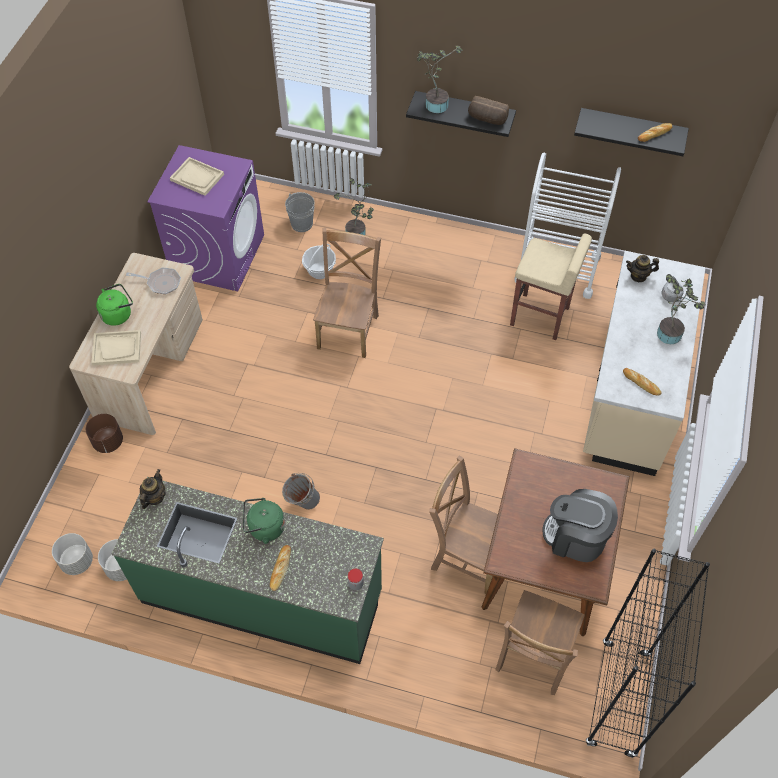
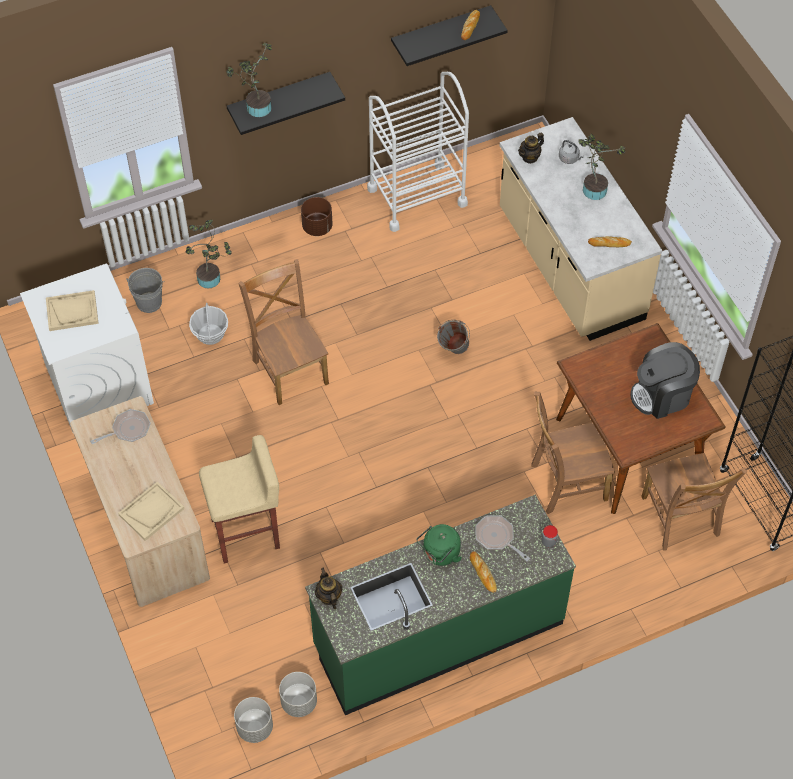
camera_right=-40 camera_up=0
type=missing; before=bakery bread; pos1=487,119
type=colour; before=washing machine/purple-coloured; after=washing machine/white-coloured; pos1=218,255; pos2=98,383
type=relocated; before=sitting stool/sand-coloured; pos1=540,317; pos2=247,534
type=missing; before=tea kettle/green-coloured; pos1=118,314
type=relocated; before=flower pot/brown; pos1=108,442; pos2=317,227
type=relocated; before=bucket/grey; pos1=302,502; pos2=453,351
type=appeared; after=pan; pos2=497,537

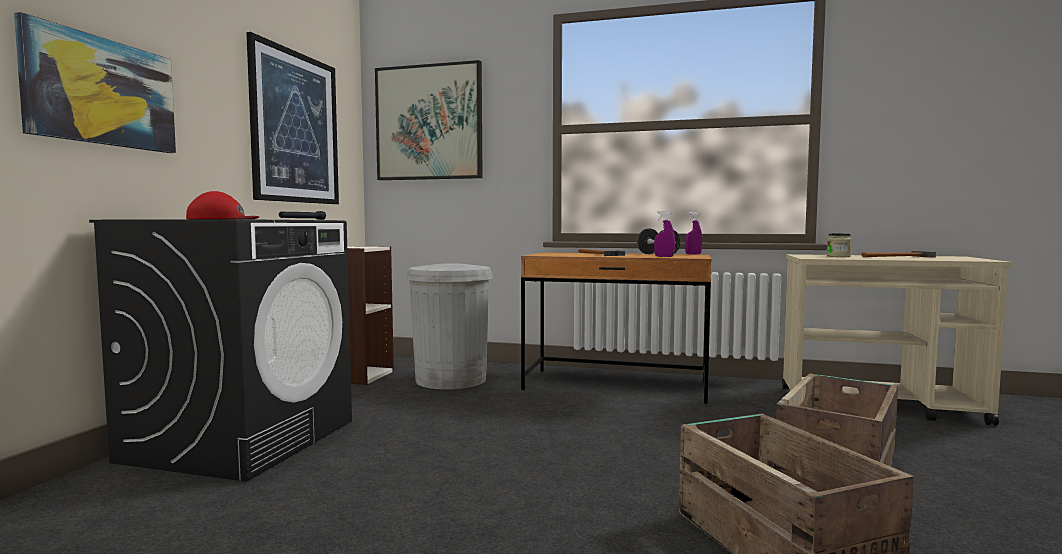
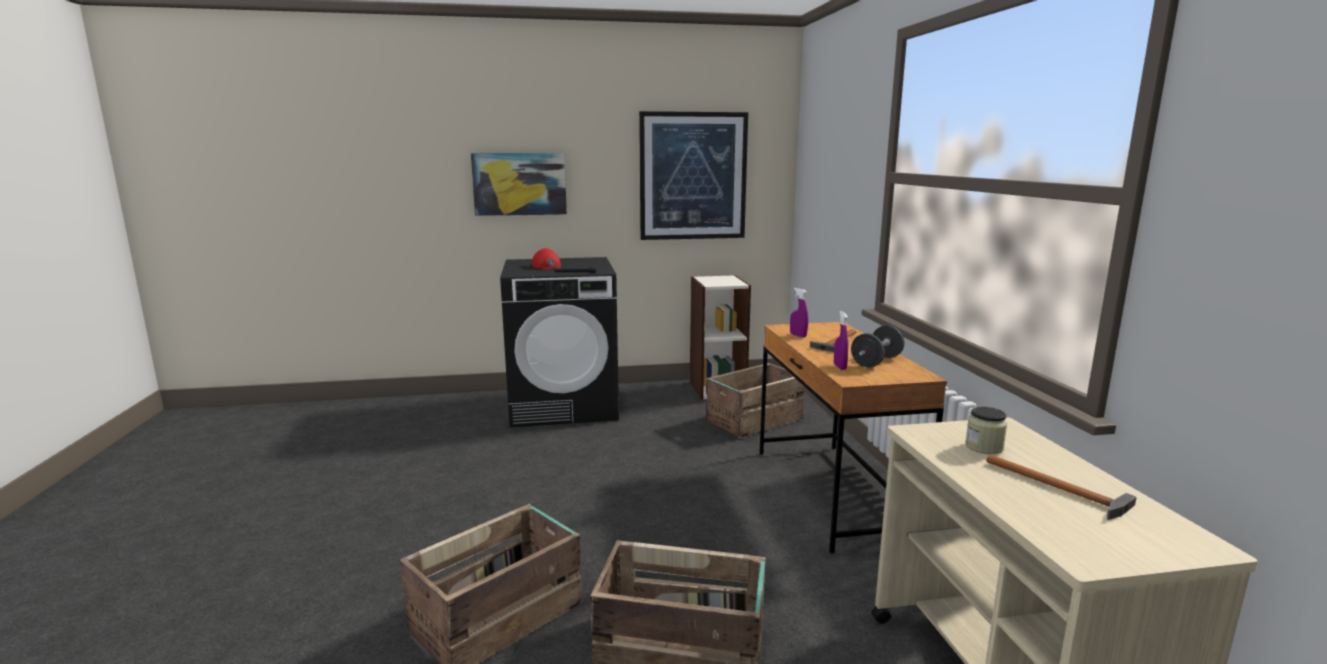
camera_right=65 camera_up=10
type=missing; before=picture; pos1=429,123
type=relocated; before=spray bottle/purple-coloured; pos1=693,254; pos2=798,335
type=exchanged; before=rubbish bin/white-coloured; after=crate; pos1=451,379; pos2=752,421

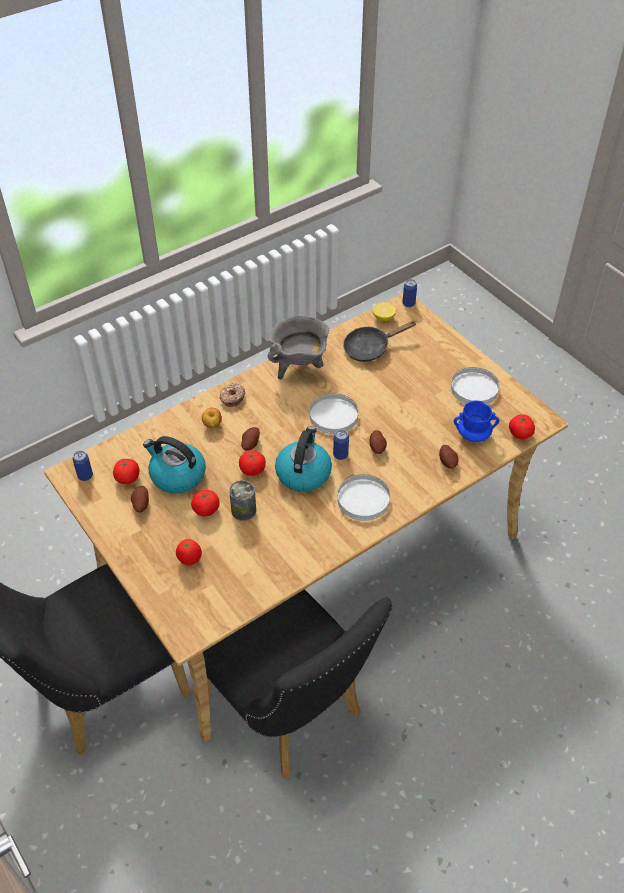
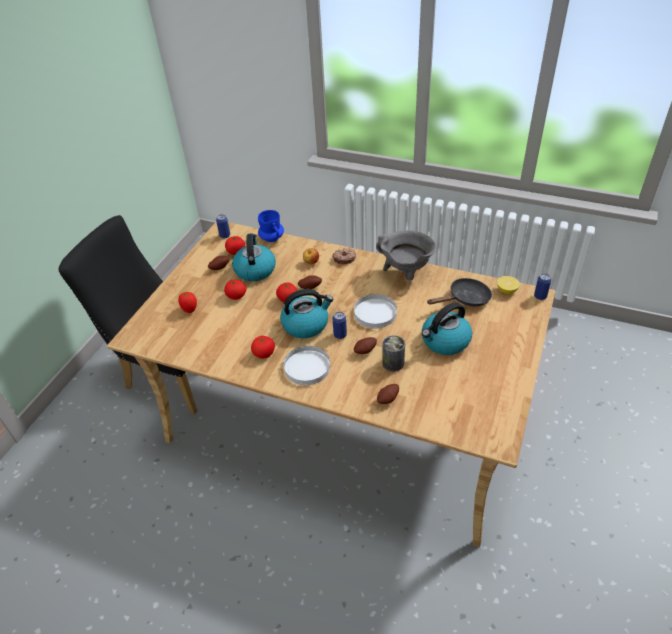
camera_right=60 camera_up=-5
type=spun; before=pan/black-coloured; pos1=370,348; pos2=465,299; turn=120
type=missing; before=flat dish/white-coloured; pos1=474,388
type=relocated; before=tea mug/bluish; pos1=473,435; pos2=272,238
type=relocated; before=tomato; pos1=520,434; pos2=264,353
type=relocated; before=metal can; pos1=243,510; pos2=393,363
type=missing; before=plain chair/black-coloured; pos1=290,712
type=appeared; after=tea kettle; pos2=445,341

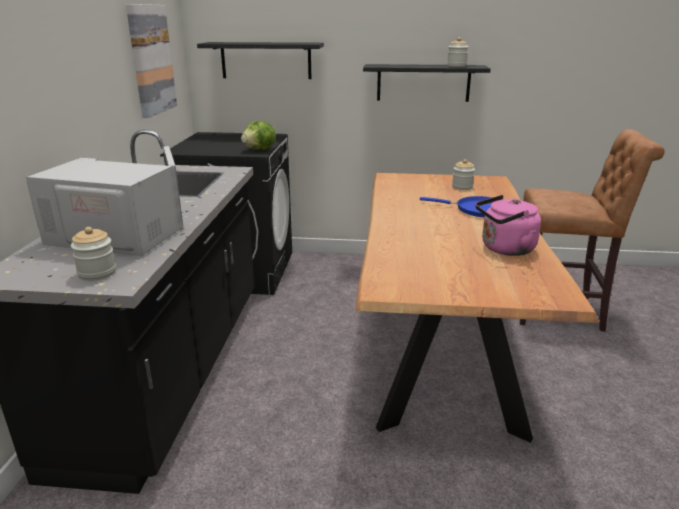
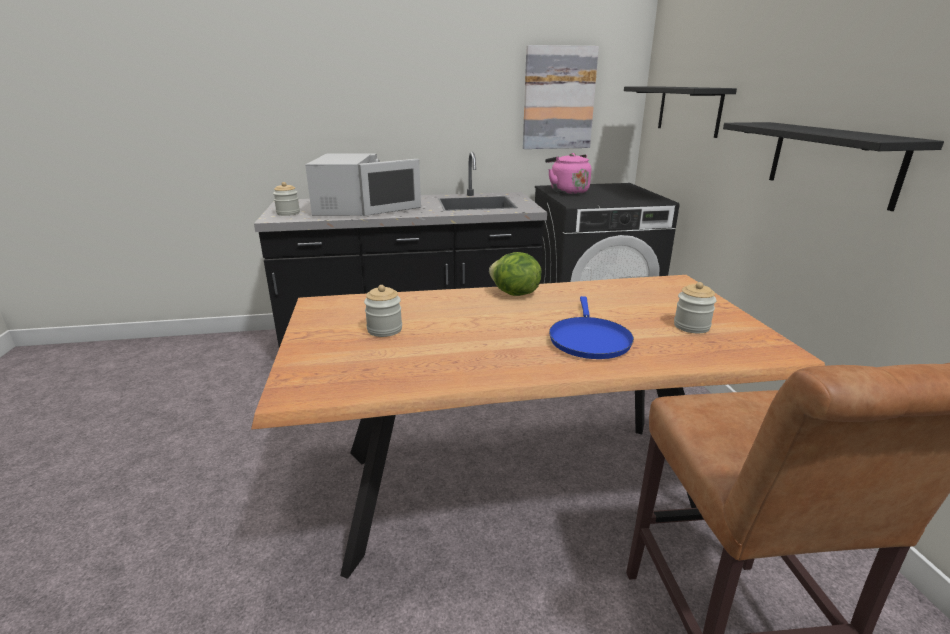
camera_right=75 camera_up=0
type=relocated; before=jar; pos1=456,66; pos2=384,329
type=relocated; before=lettuce head; pos1=260,150; pos2=514,294
type=relocated; before=tea kettle/pink; pos1=504,249; pos2=567,191

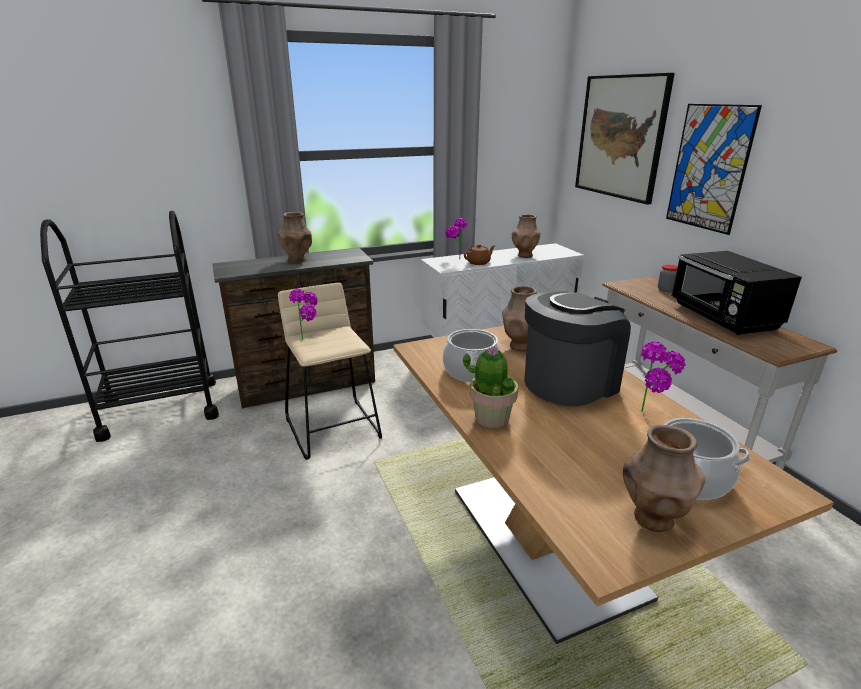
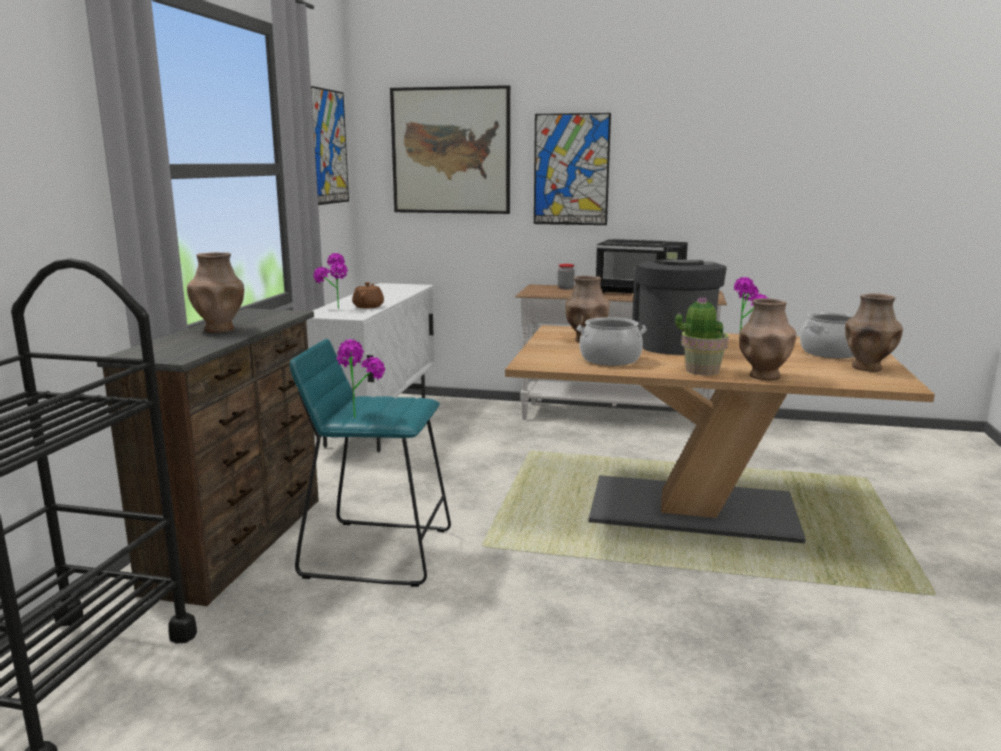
camera_right=-55 camera_up=-10
type=relocated; before=vase/brown; pos1=524,255; pos2=763,376
type=colour; before=sitting stool/sand-coloured; after=sitting stool/blue-green; pos1=334,428; pos2=377,552
type=appeared; after=picture; pos2=328,147

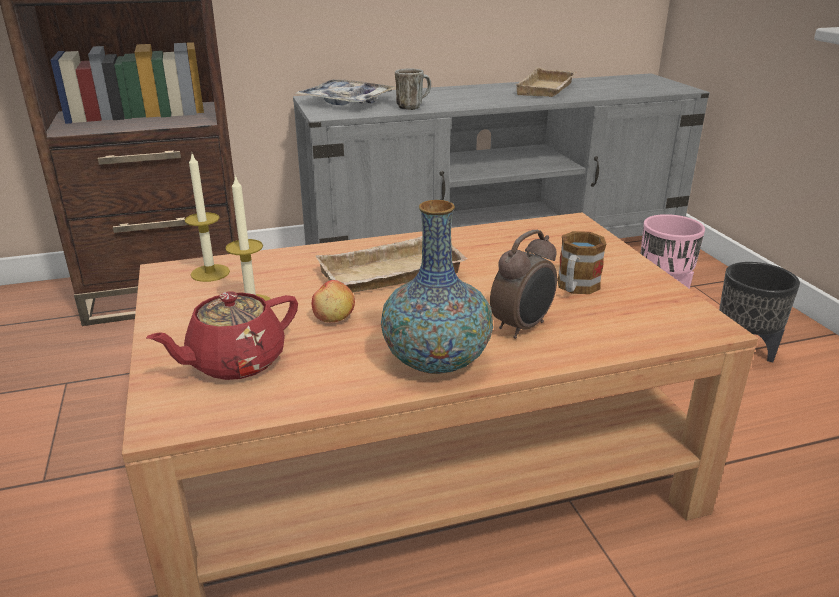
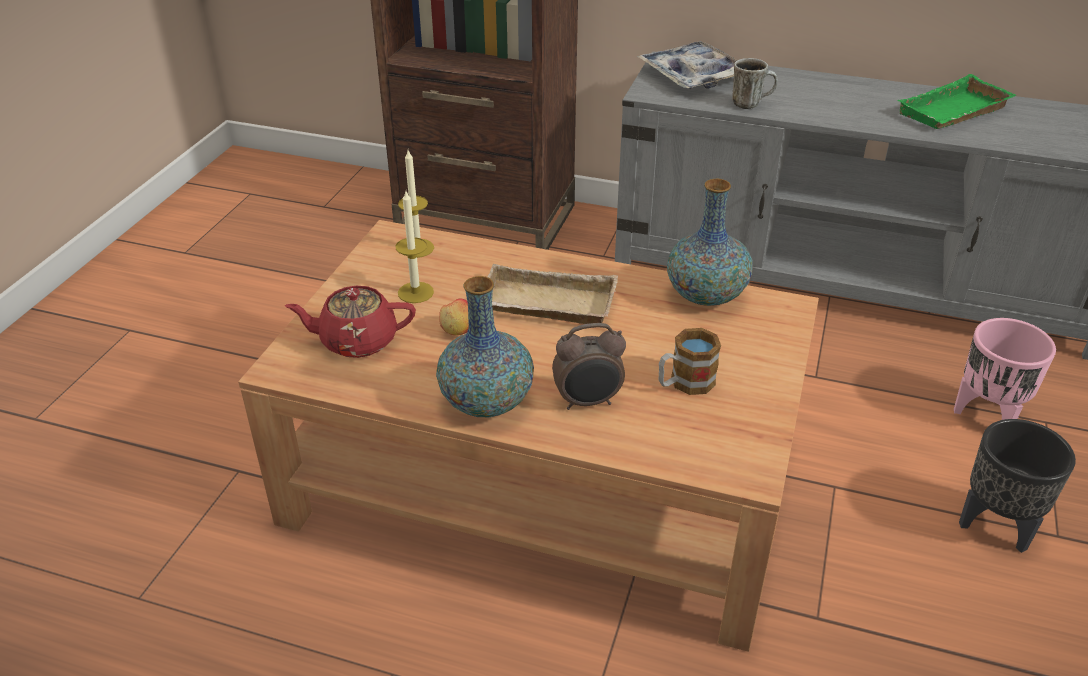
camera_right=35 camera_up=10
type=colour; before=serving tray/sand-coloured; after=serving tray/green-coloured; pos1=548,90; pos2=954,113
type=appeared; after=vase; pos2=706,295

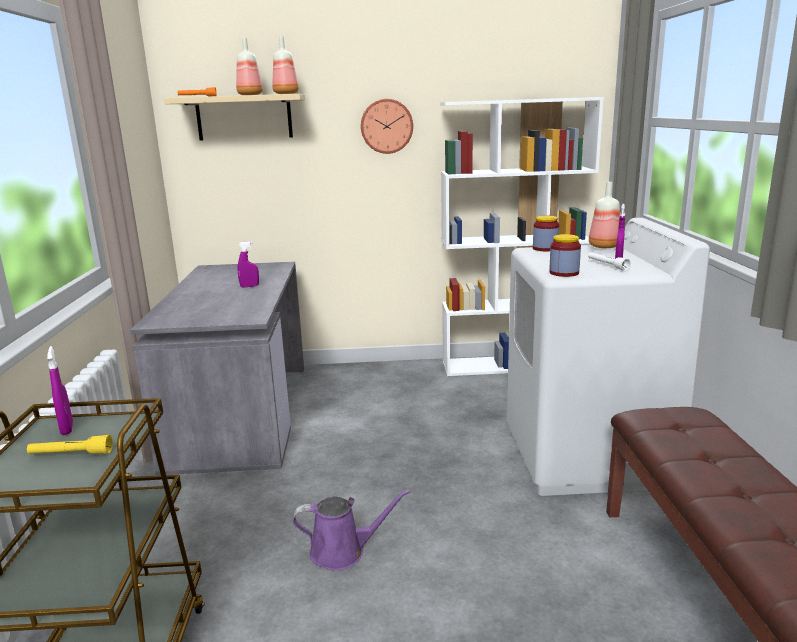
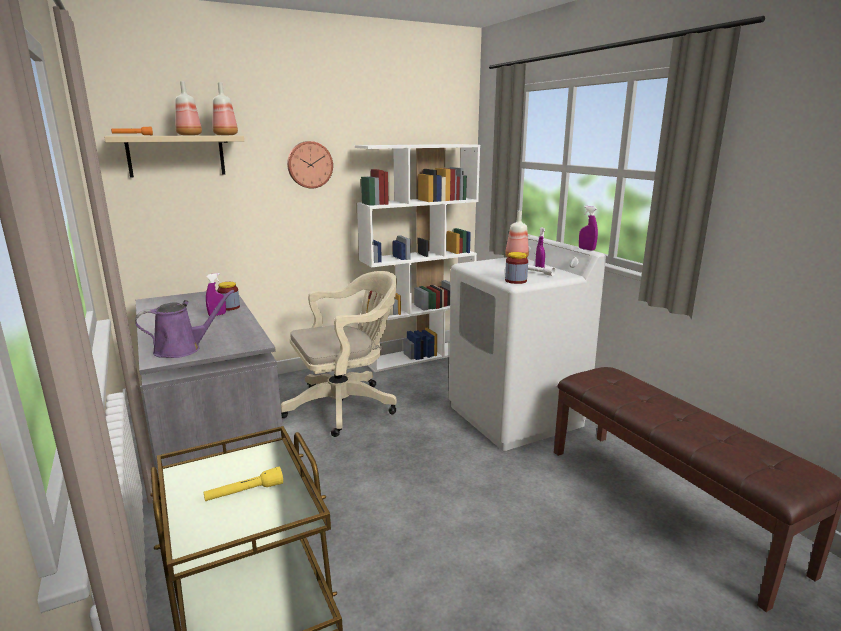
camera_right=-25 camera_up=0
type=relocated; before=jar; pos1=545,248; pos2=229,307
type=relocated; before=spray bottle/purple-coloured; pos1=67,428; pos2=586,249
type=relocated; before=watering pot/purple-coloured; pos1=343,552; pos2=182,349
type=appeared; after=office chair/sand-coloured; pos2=346,406

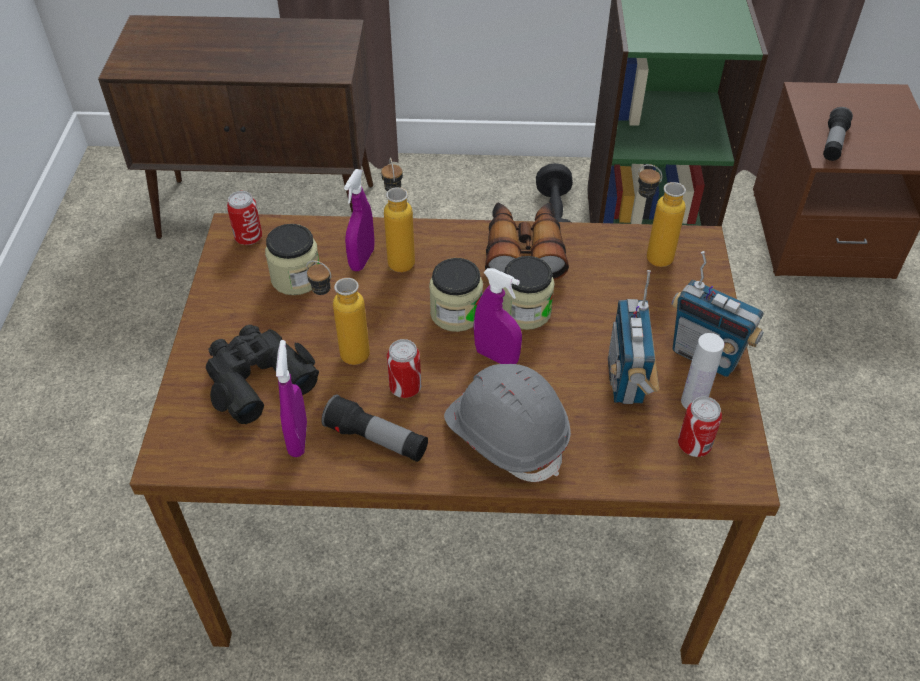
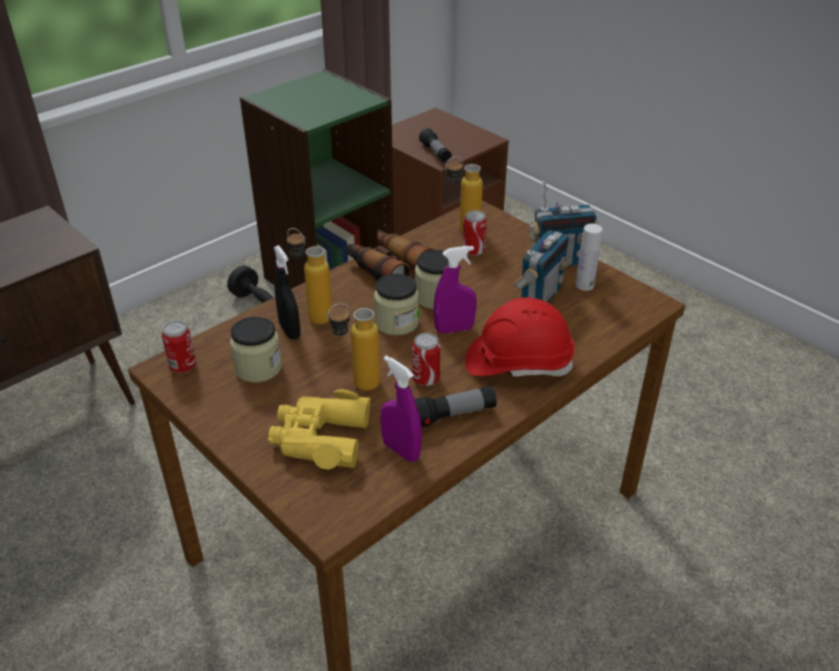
camera_right=-45 camera_up=-10
type=colour; before=spray bottle/purple-coloured; after=spray bottle/black-coloured; pos1=362,259; pos2=289,330
type=spun; before=radio set; pos1=627,380; pos2=539,296; turn=-105
type=colour; before=binoculars/black-coloured; after=binoculars/yellowish; pos1=257,378; pos2=320,438
type=colour; before=safety helmet/grey; after=safety helmet/red; pos1=506,434; pos2=518,362
type=relocated; before=metal can; pos1=694,445; pos2=473,251

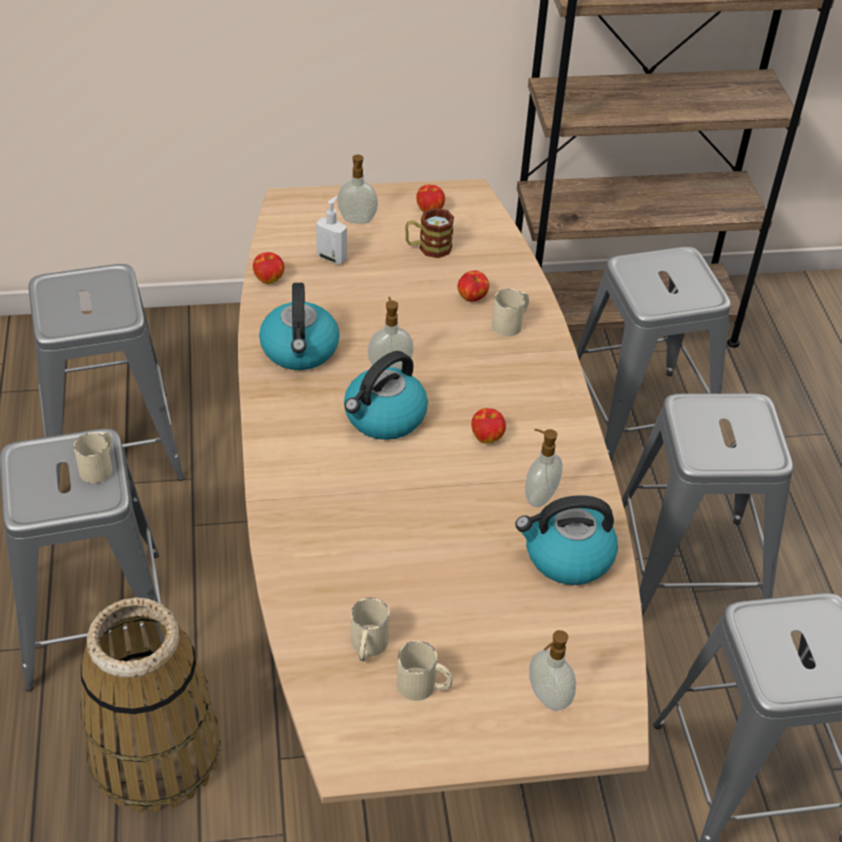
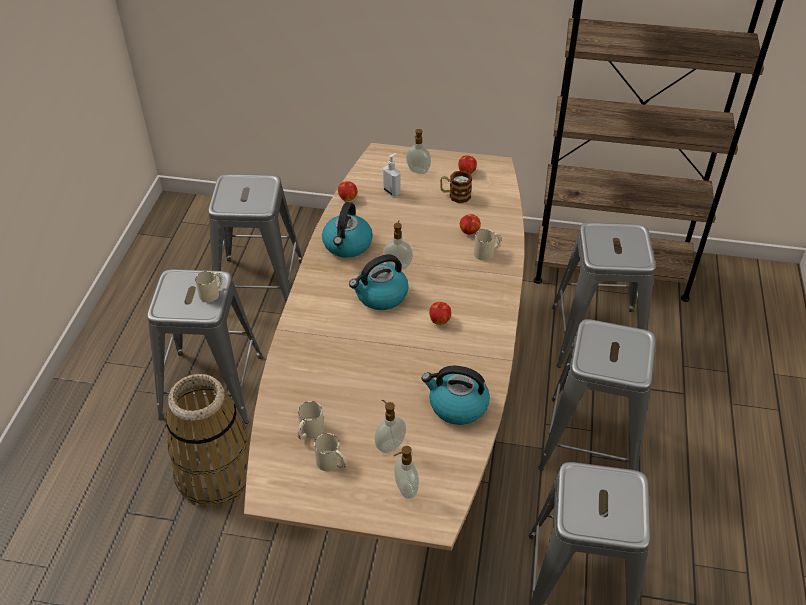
camera_right=20 camera_up=0
type=relocated; before=liquid soap bottle; pos1=539,496; pos2=389,445

